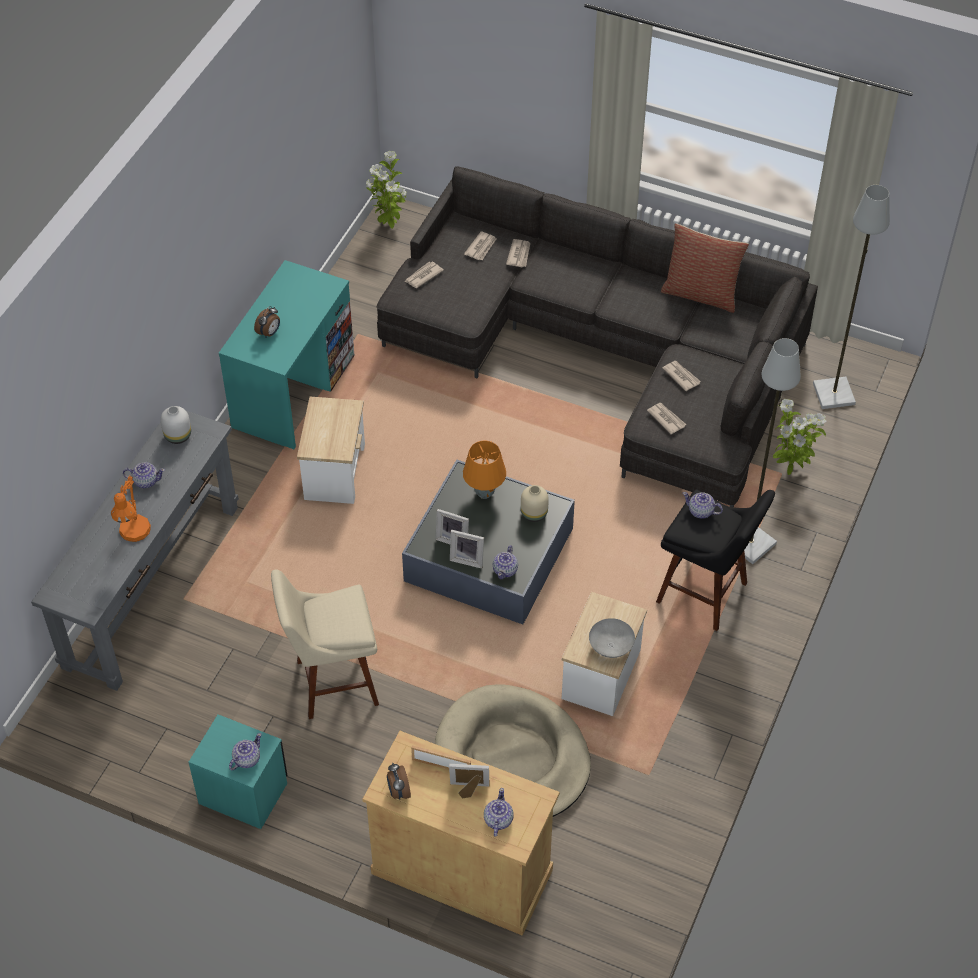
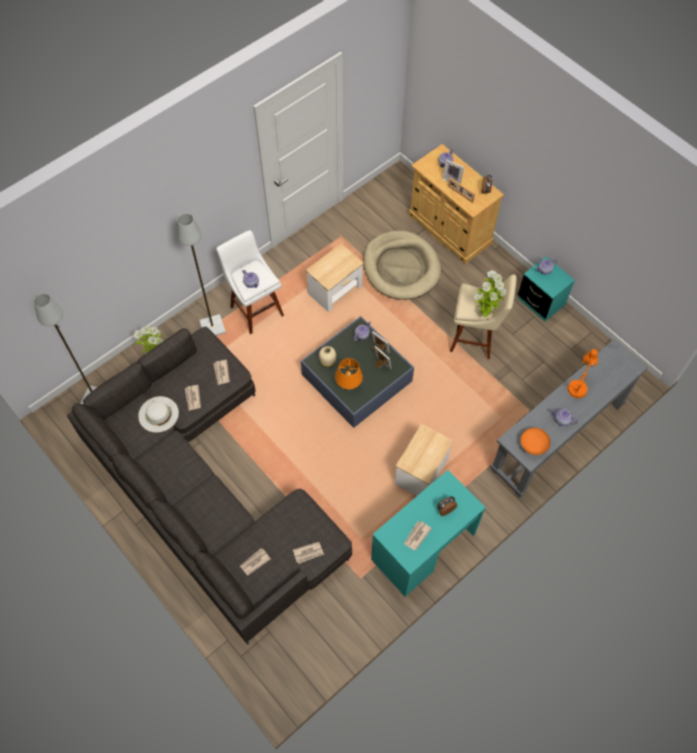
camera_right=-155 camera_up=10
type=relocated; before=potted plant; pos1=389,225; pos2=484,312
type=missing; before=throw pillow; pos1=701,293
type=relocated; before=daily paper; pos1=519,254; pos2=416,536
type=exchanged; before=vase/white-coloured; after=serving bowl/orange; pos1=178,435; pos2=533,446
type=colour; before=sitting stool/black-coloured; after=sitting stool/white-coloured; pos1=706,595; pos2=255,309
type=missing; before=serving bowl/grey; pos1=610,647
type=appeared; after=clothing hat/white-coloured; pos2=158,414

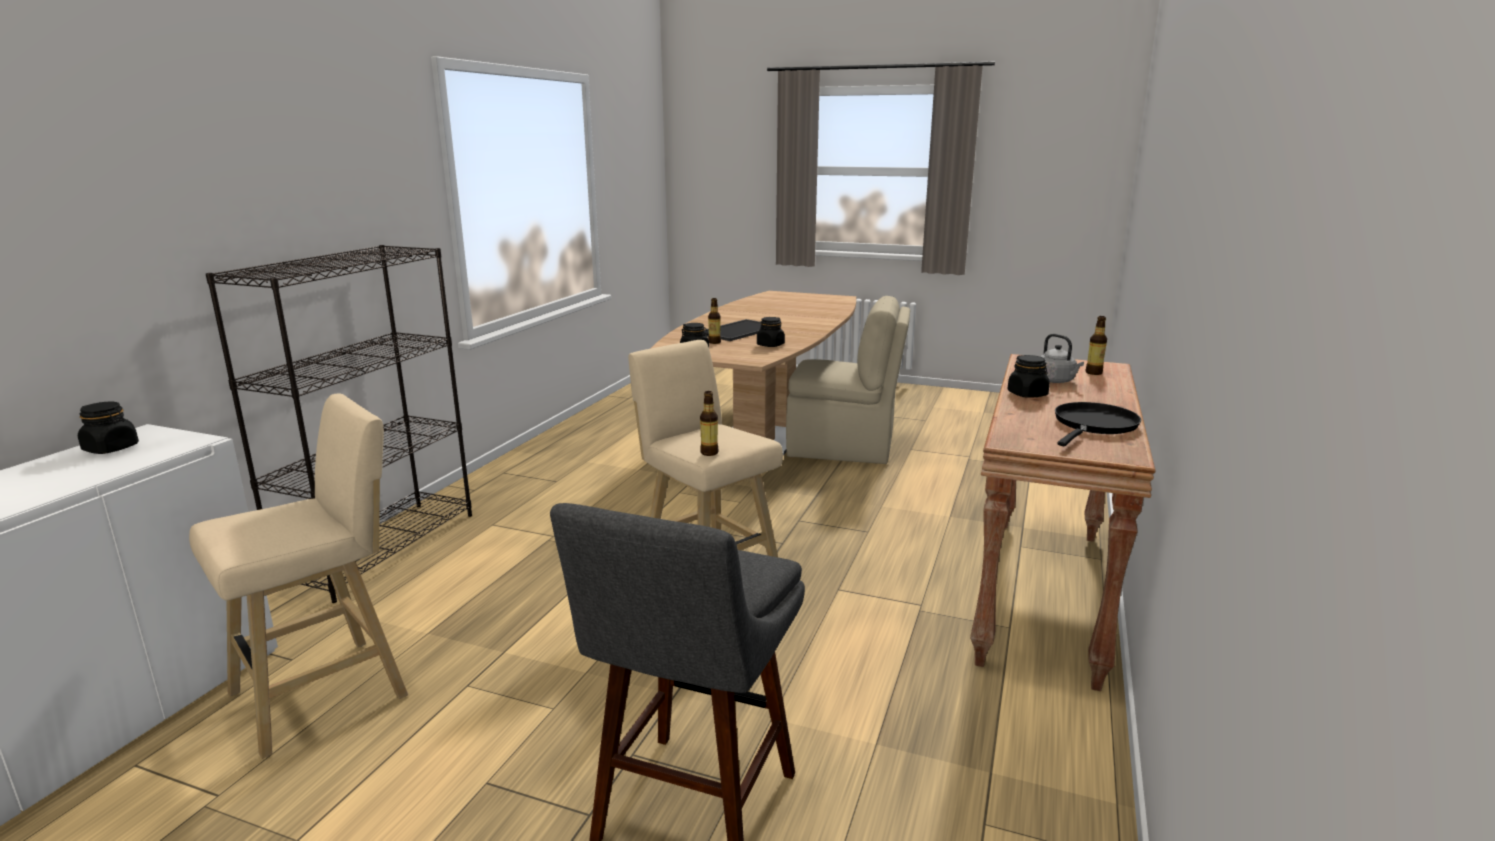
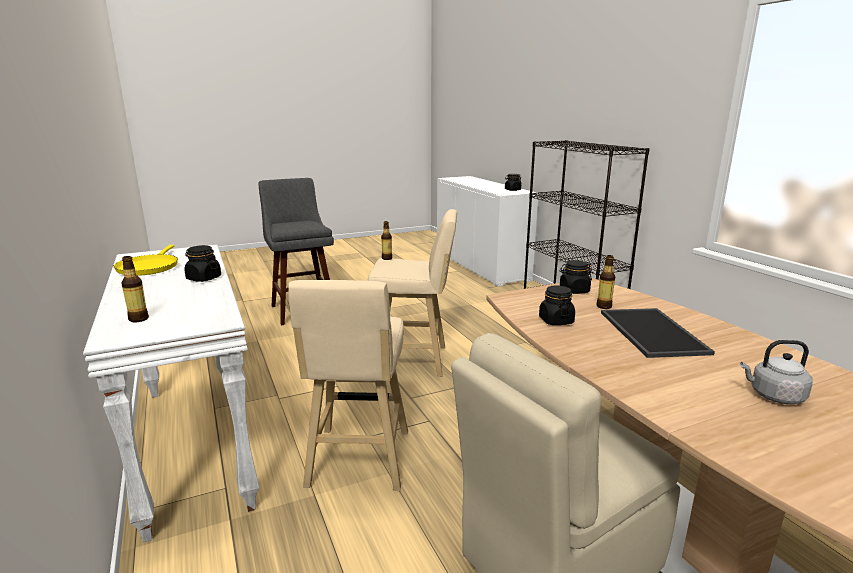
camera_right=135 camera_up=0
type=relocated; before=tea kettle/grey; pos1=1056,381; pos2=773,396
type=colour; before=hall table/brown; after=hall table/white-coloured; pos1=1044,594; pos2=193,443
type=relocated; before=sitting stool/sand-coloured; pos1=328,691; pos2=358,462
type=colour; before=pan/black-coloured; after=pan/yellowish; pos1=1093,425; pos2=149,267

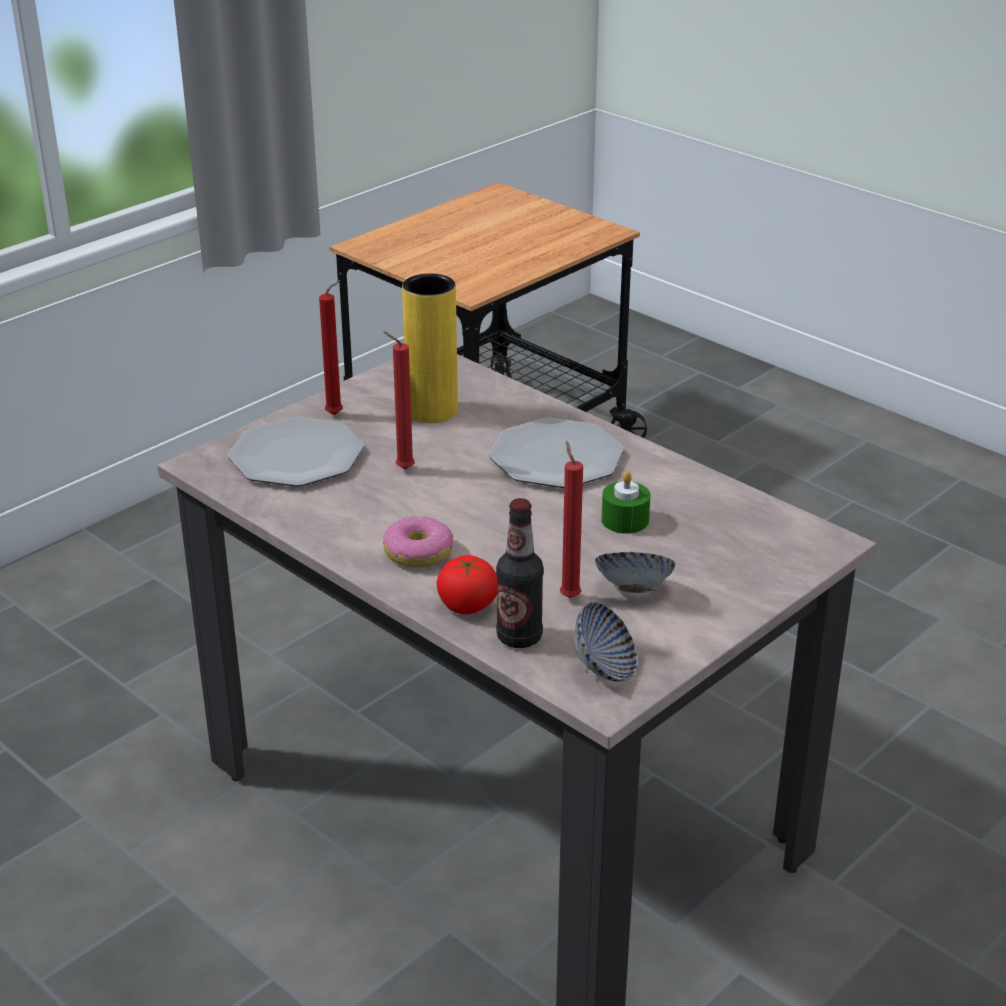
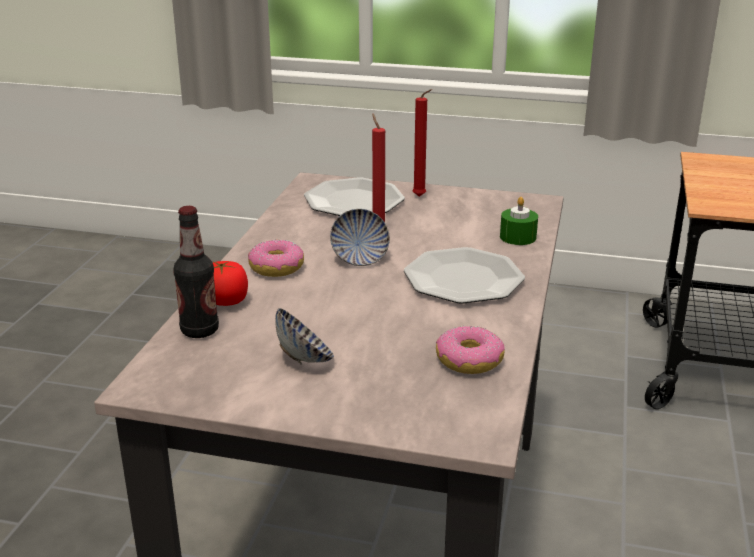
camera_right=60 camera_up=-5
type=missing; before=vase/yellowish; pos1=432,411
type=missing; before=candle/red; pos1=569,596
type=relocated; before=candle/green-coloured; pos1=625,520; pos2=518,237
type=relocated; before=serving bowl; pos1=605,668; pos2=359,258
type=appeared; after=ring doughnut; pos2=469,360

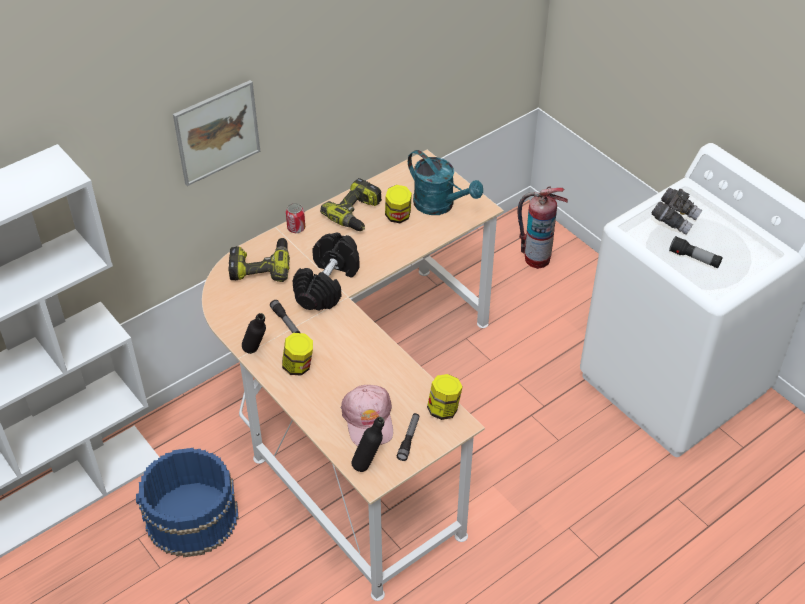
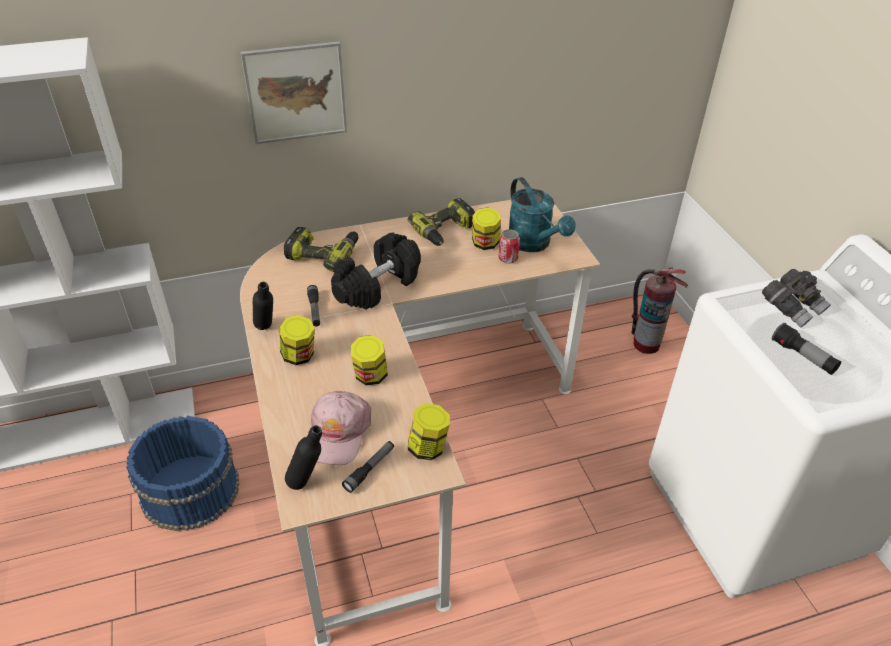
camera_right=20 camera_up=-5
type=relocated; before=metal can; pos1=296,228; pos2=508,258
type=appeared; after=jar; pos2=370,376

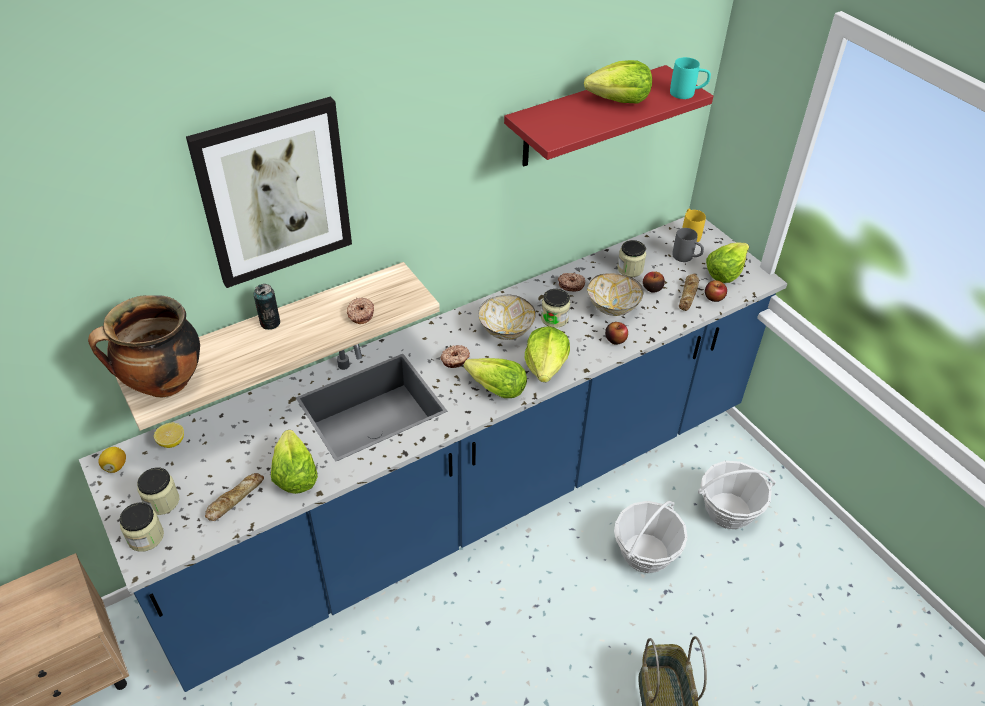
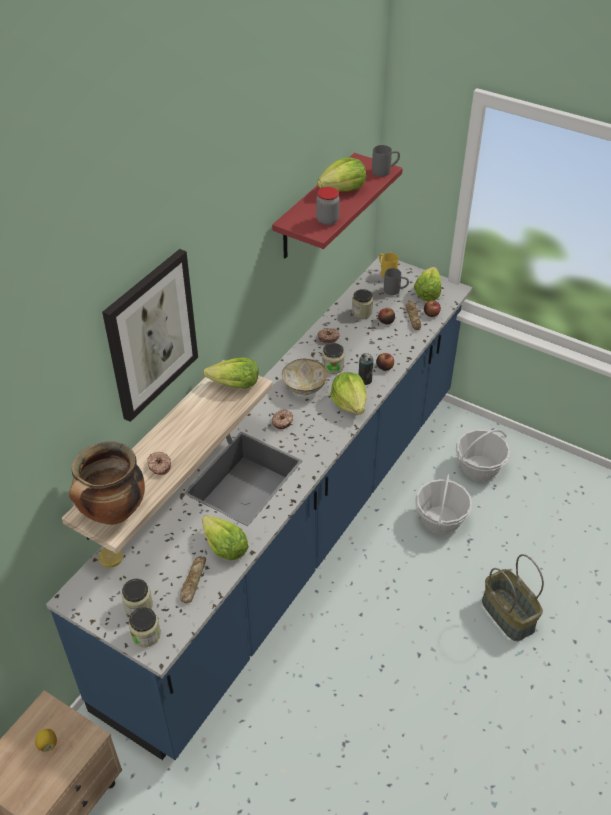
camera_right=-25 camera_up=0
type=colour; before=tea mug/blue-green; after=tea mug/grey; pos1=687,94; pos2=385,171
type=missing; before=serving bowl; pos1=613,307
type=relocated; before=metal can; pos1=270,323; pos2=365,380
type=relocated; before=ring doughnut; pos1=360,314; pos2=159,466
type=relocated; before=lettuce head; pos1=496,389; pos2=234,384
type=relocated; before=whole lemon; pos1=115,466; pos2=47,744
type=appeared; after=jar; pos2=327,220

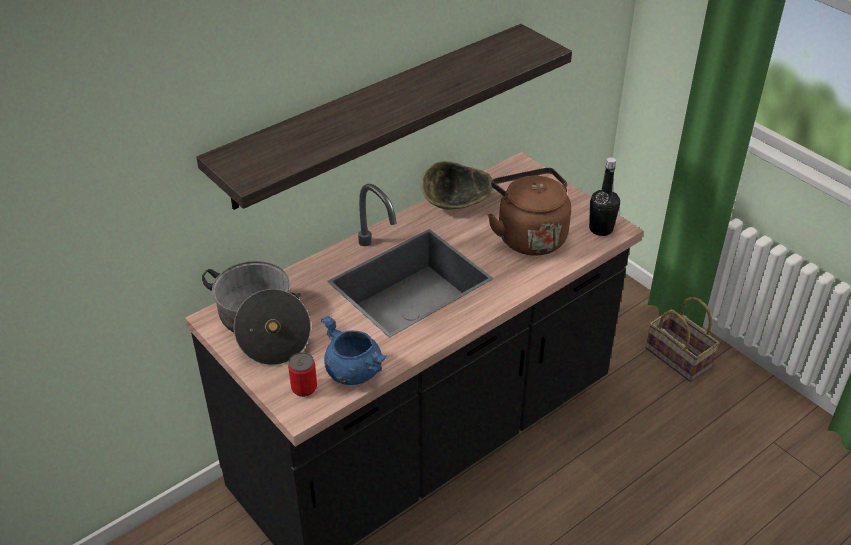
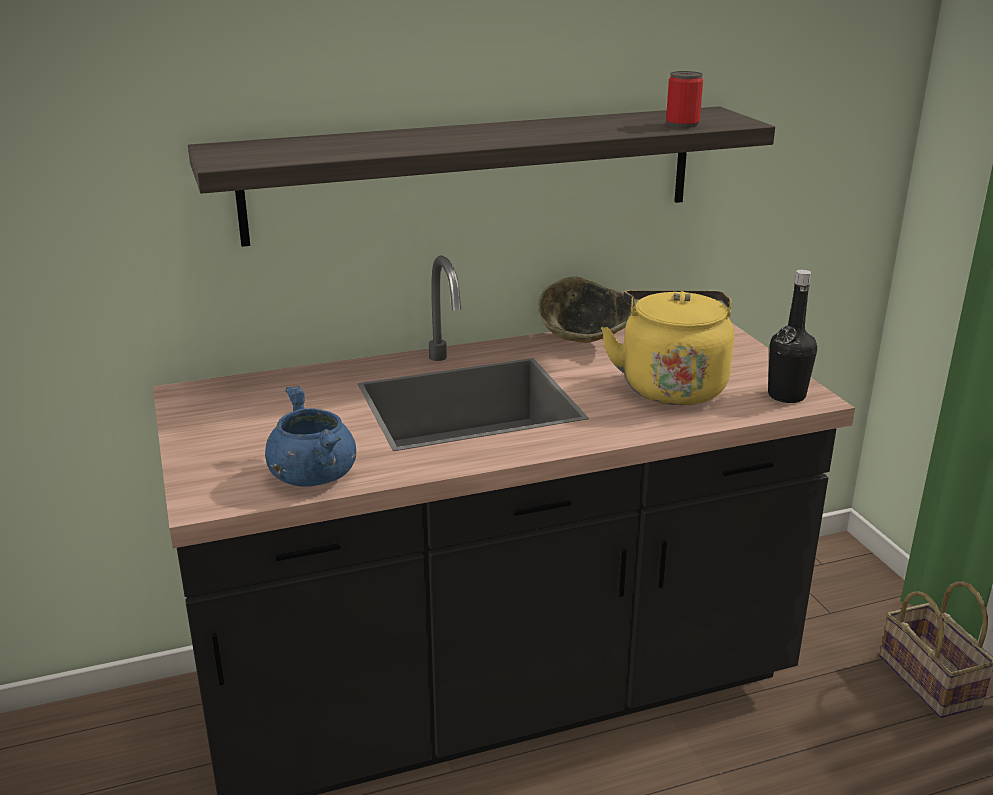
camera_right=20 camera_up=-15
type=colour; before=tea kettle/brown; after=tea kettle/yellowish; pos1=529,236; pos2=671,386
type=missing; before=cooking pot; pos1=261,326
type=relocated; before=metal can; pos1=304,388; pos2=682,124

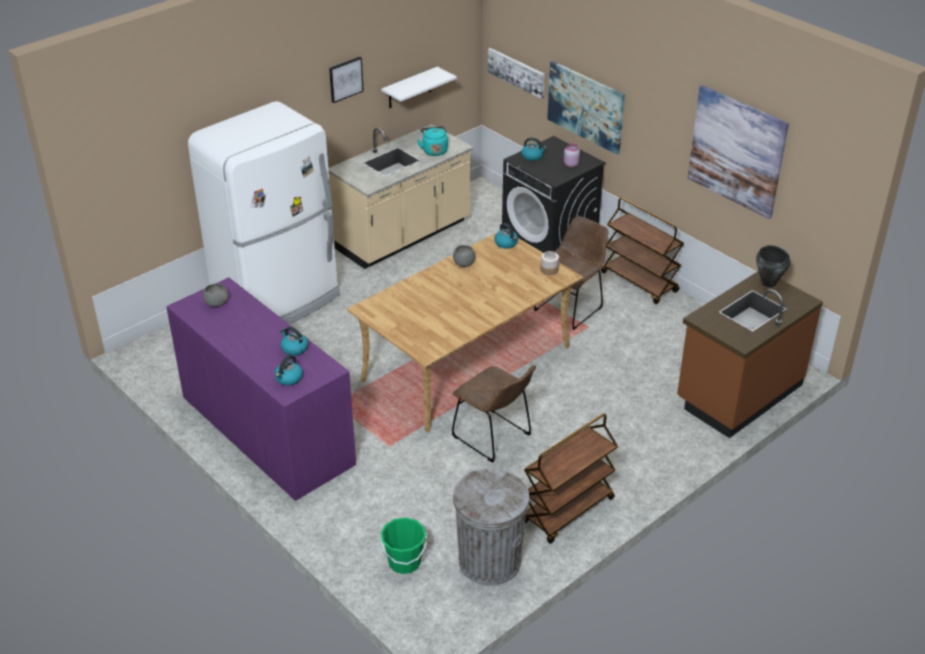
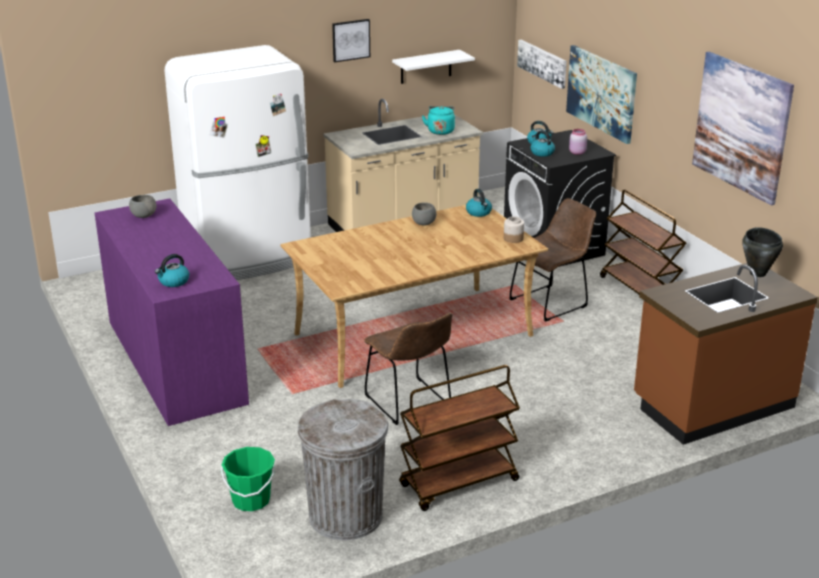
camera_right=15 camera_up=-10
type=relocated; before=tea kettle; pos1=294,348; pos2=541,153

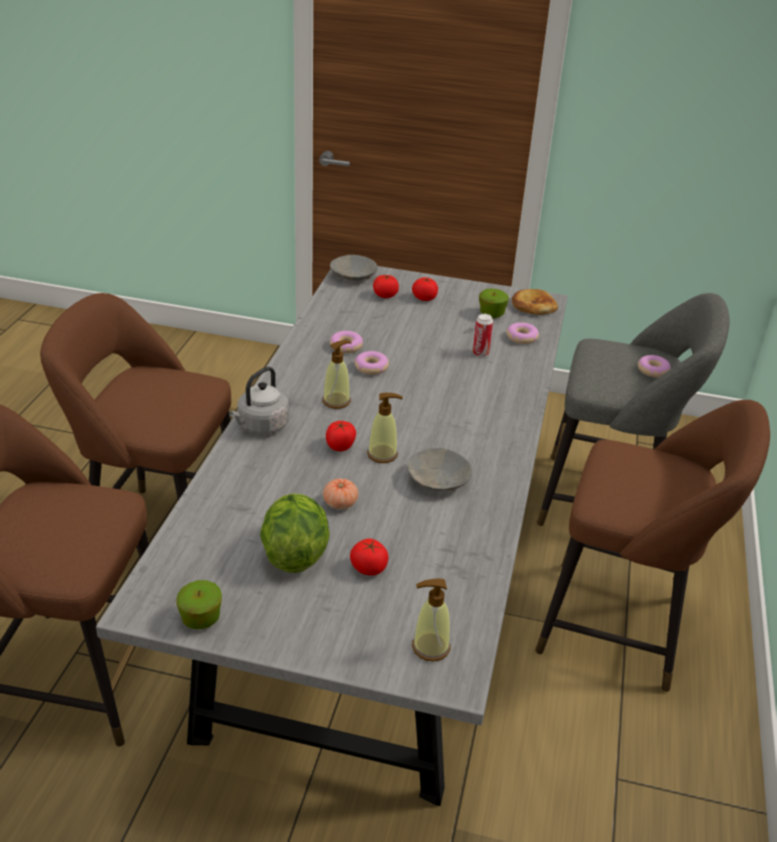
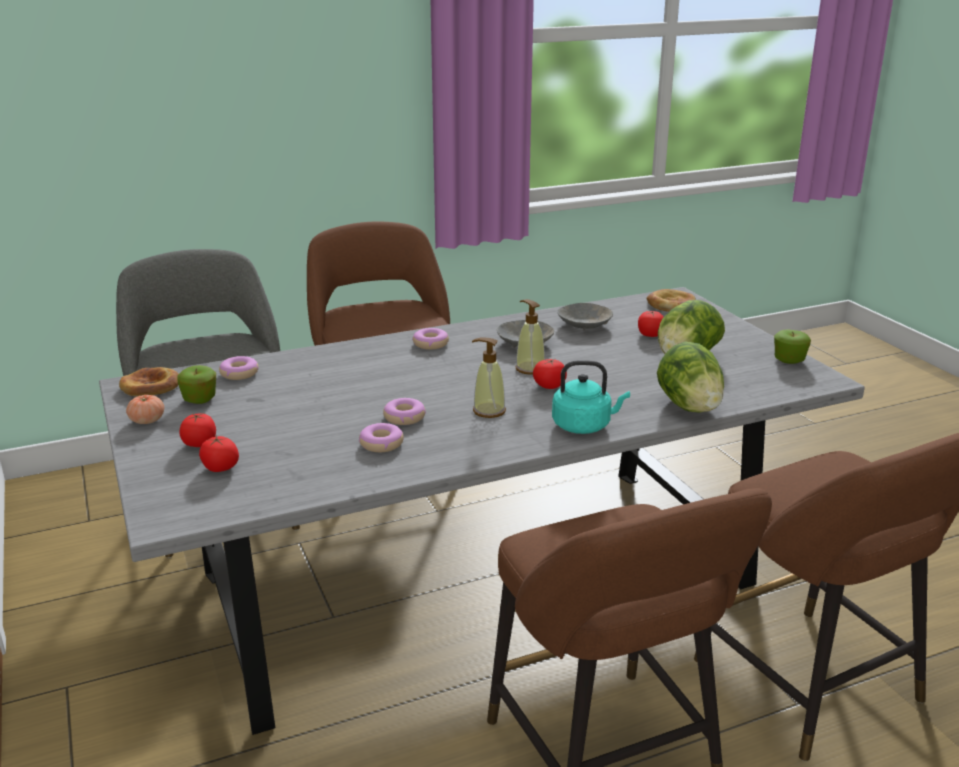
camera_right=-125 camera_up=-10
type=relocated; before=serving bowl/grey; pos1=353,276; pos2=585,325
type=missing; before=metal can; pos1=480,353
type=relocated; before=ring doughnut; pos1=653,370; pos2=431,344
type=colour; before=tea kettle/grey; after=tea kettle/blue-green; pos1=261,426; pos2=584,426
type=relocated; before=tomato; pos1=340,503; pos2=147,420
type=exchanged; before=liquid soap bottle; after=bakery bread; pos1=430,647; pos2=671,305
type=appeared; after=lettuce head; pos2=689,406

